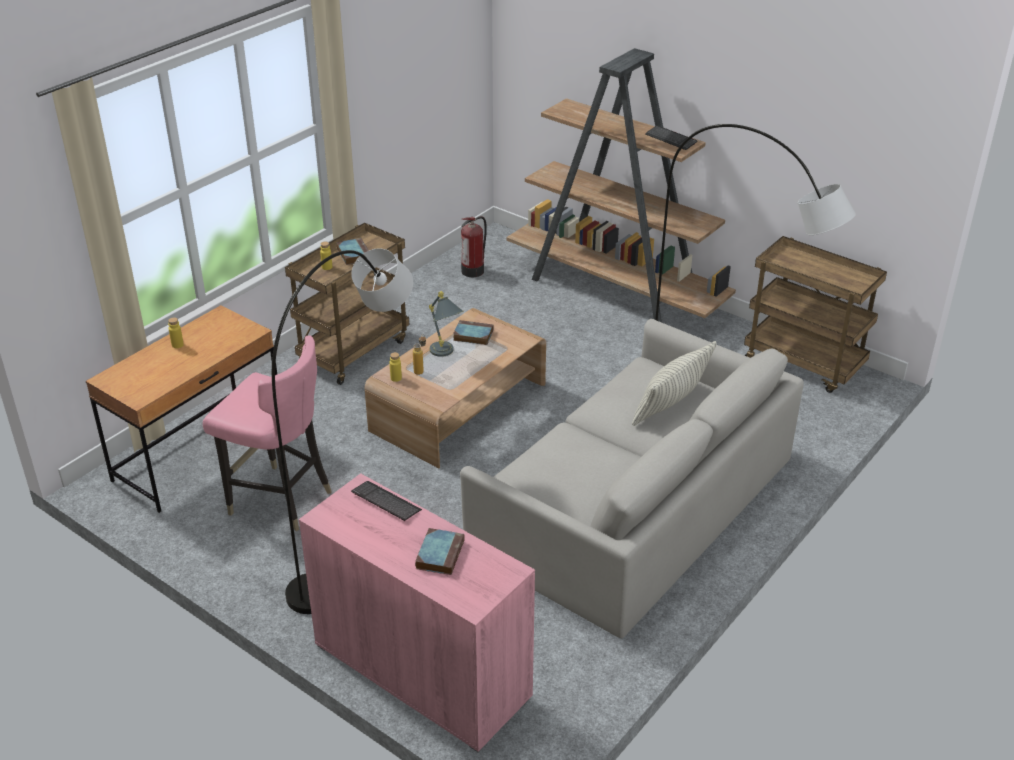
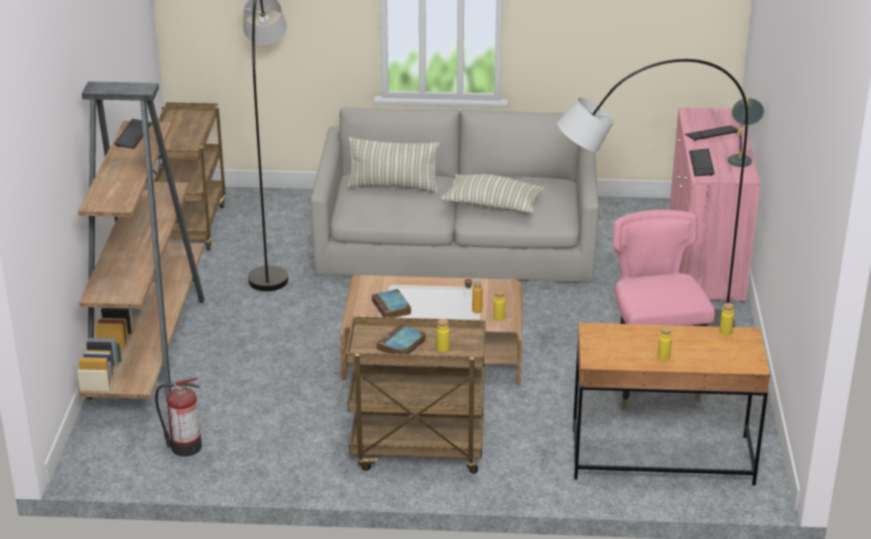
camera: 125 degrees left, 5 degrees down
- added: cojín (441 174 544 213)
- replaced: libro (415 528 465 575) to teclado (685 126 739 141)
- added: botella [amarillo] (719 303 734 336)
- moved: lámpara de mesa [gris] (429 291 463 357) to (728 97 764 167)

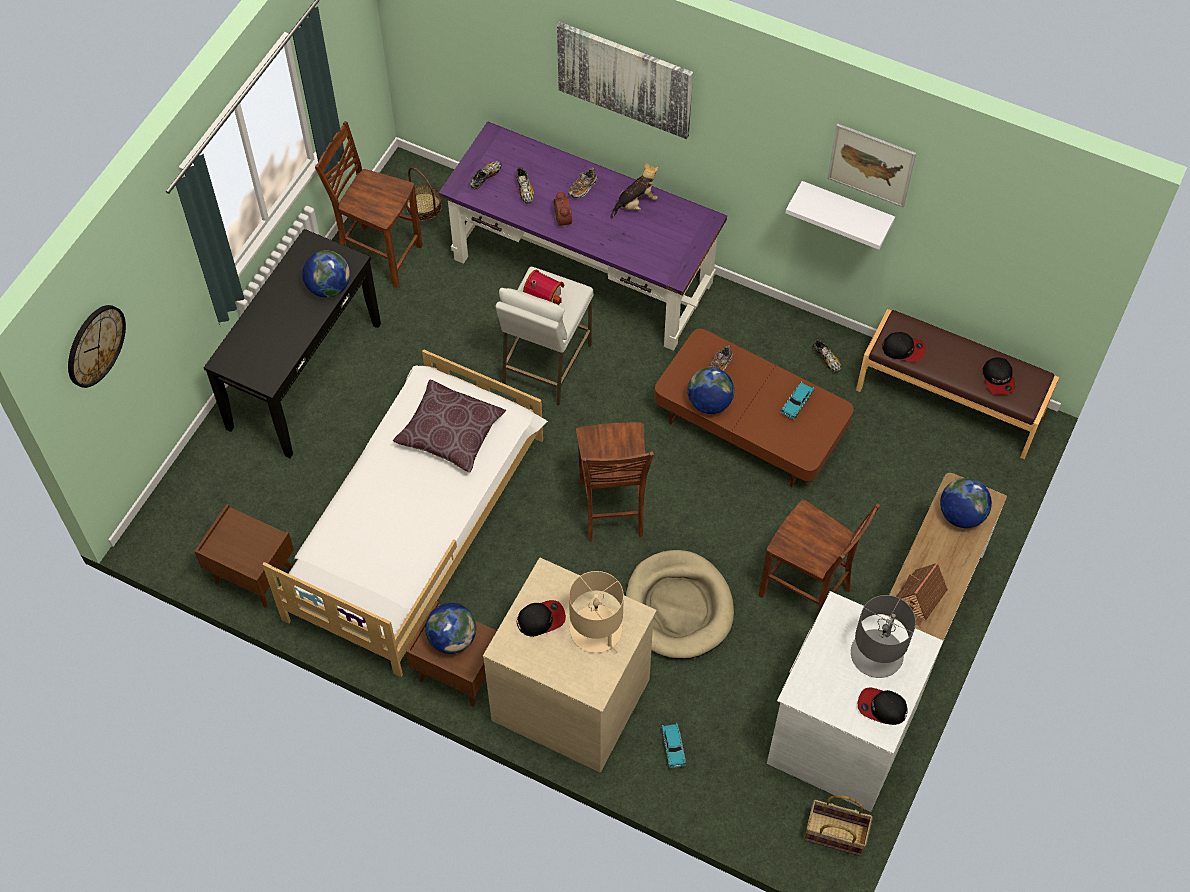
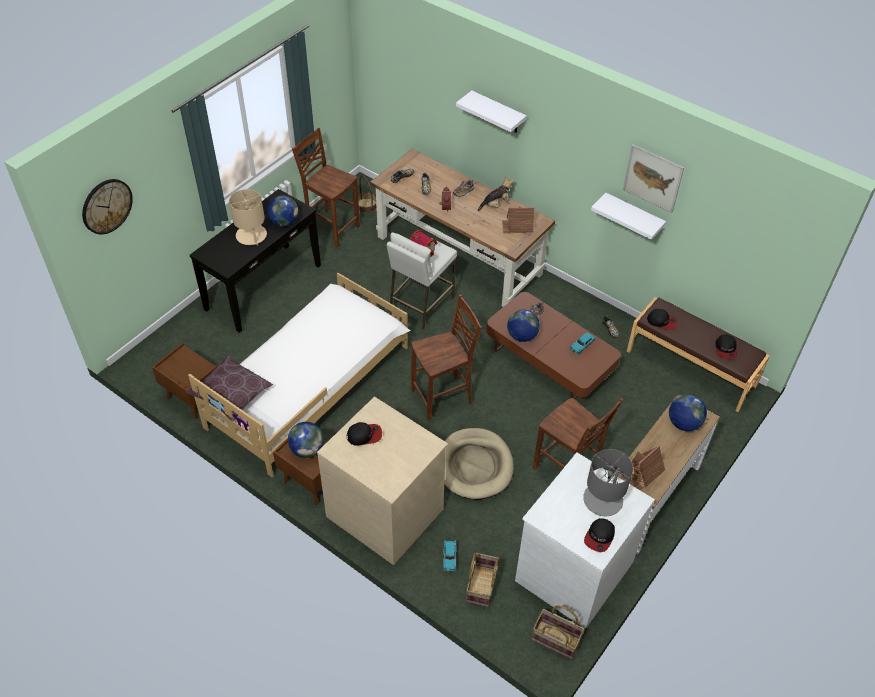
camera: 10 degrees right, 10 degrees down
- moved: cojín [marrón] (393 380 506 472) to (187 356 273 422)
- moved: lámpara de mesa [beis] (569 571 624 653) to (229 189 267 246)
- recoloured: escritorio [morado] (439 121 727 351) to escritorio [marrón] (370 149 555 307)
- turned: silla [marrón] (576 422 654 542) = (411 294 482 421) 120 degrees counterclockwise
- replaced: cuadro (557 22 693 139) to estante [blanco] (456 90 526 133)
- added: cesta (466 553 499 607)
- added: casita (502 206 535 234)
- turned: gorra (858 687 908 725) = (584 518 615 552) 90 degrees counterclockwise

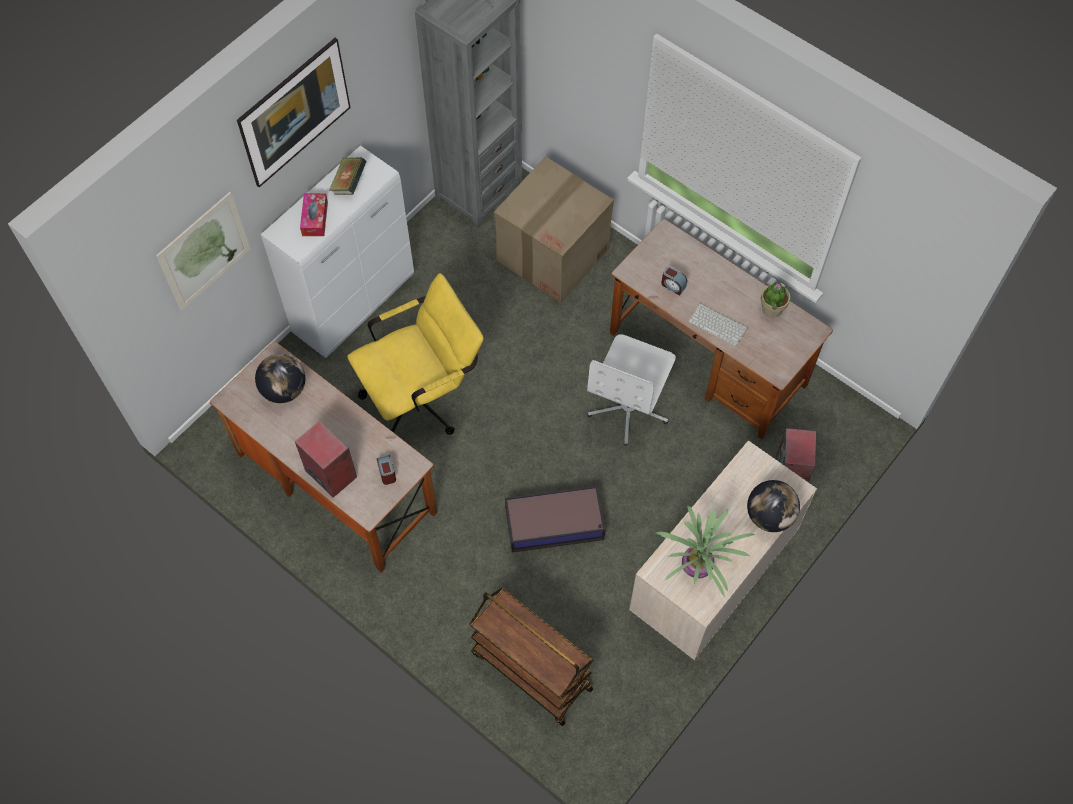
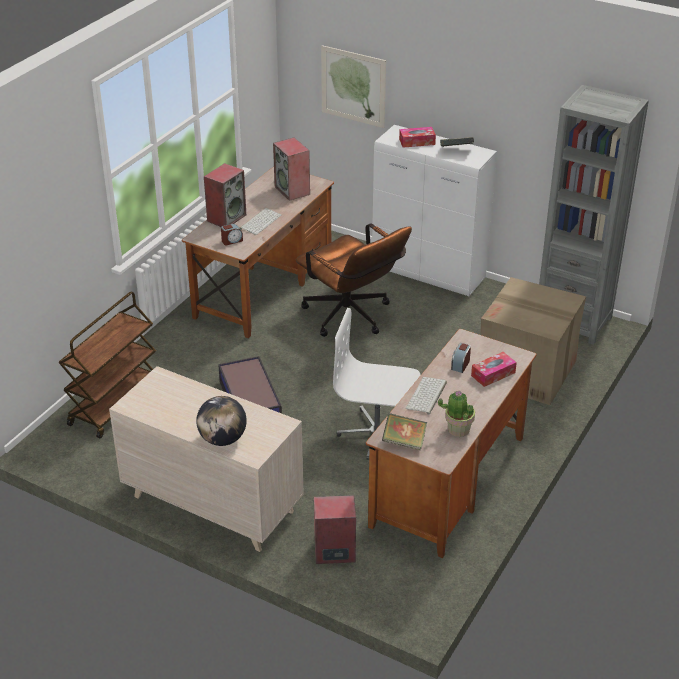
camera: 80 degrees right, 25 degrees down
- added: teclado (240 208 281 235)
- replaced: globo terráqueo (255 354 305 403) to altavoz (273 137 310 201)
- recoloured: silla de oficina [amarillo] (347 273 484 435) to silla de oficina [marrón] (296 224 412 337)
- added: libro (382 413 427 450)
- added: caja de pañuelos (471 352 517 387)
- removed: cuadro (237 38 351 187)
- removed: planta en maceta (656 505 755 597)

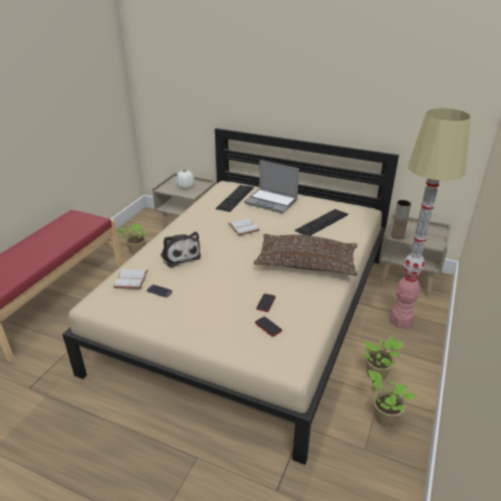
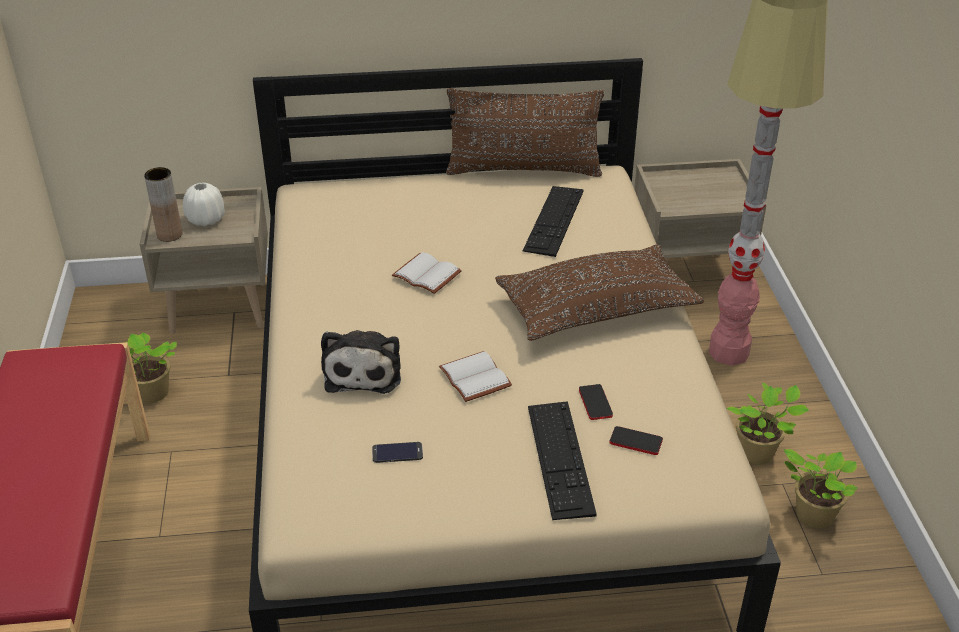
camera: 30 degrees left, 5 degrees up
- moved: florero [marrón] (391 200 411 239) to (144 167 182 242)
- turned: peluche (160 232 201 267) = (321 330 401 394) 60 degrees clockwise
- moved: libro [blanco] (113 269 148 289) to (439 351 512 402)
- added: cojín [marrón] (446 88 605 177)
- moved: teclado (215 185 254 212) to (528 401 597 520)
- removed: portátil (244 160 299 213)

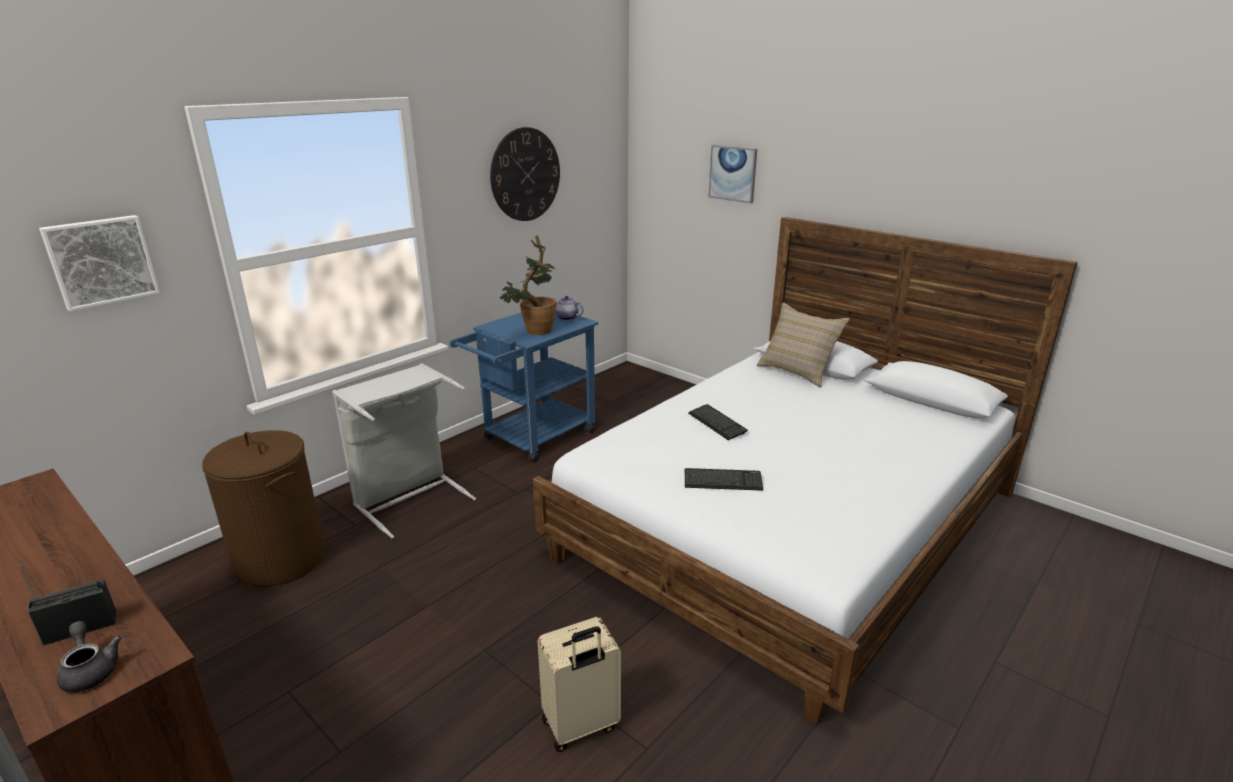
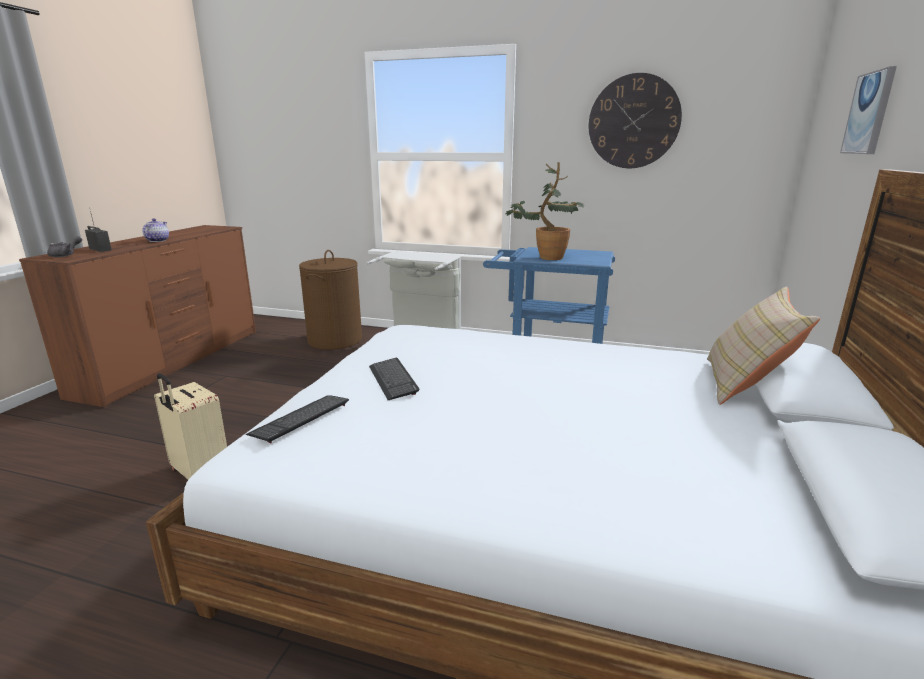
camera: 65 degrees right, 5 degrees down
- moved: tetera (554 296 584 321) to (143 219 169 242)
- moved: teclado (688 404 748 440) to (246 395 349 444)
- removed: cuadro (39 215 160 311)

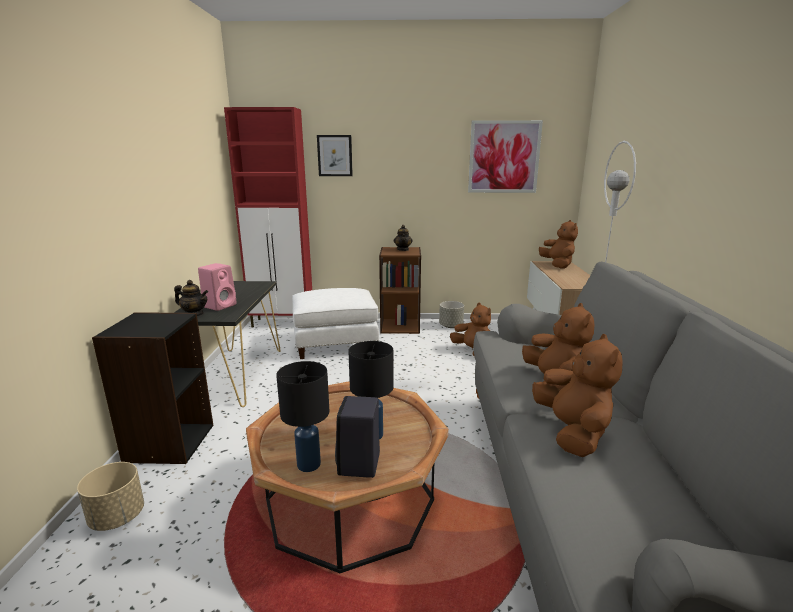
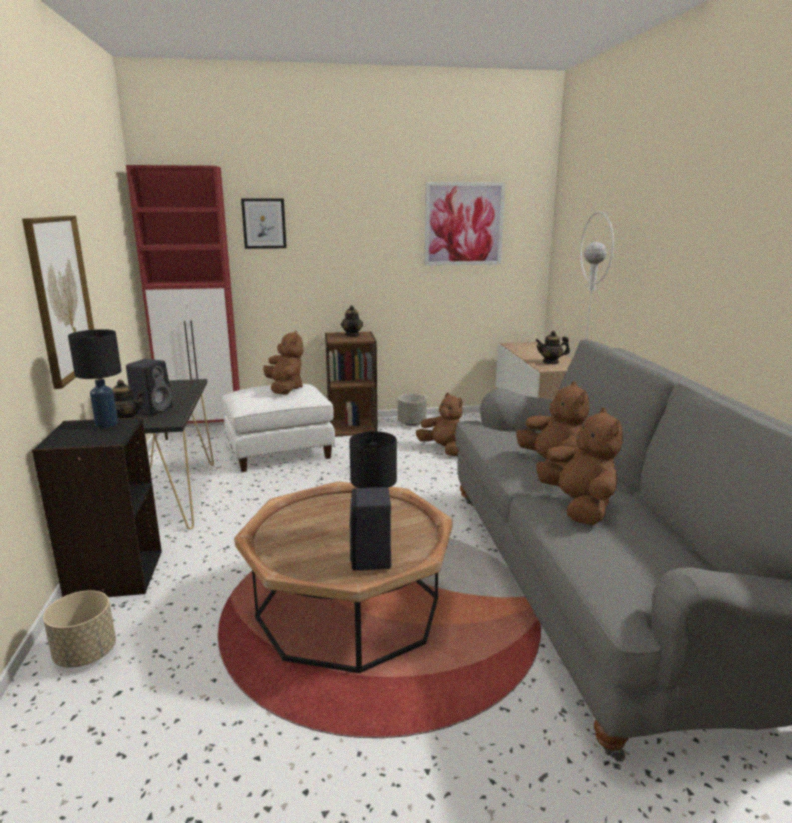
camera: 10 degrees left, 0 degrees up
- added: cuadro (22 216 94 389)
- moved: lámpara de mesa [negro] (276 361 329 472) to (68 329 121 428)
- recoloured: altavoz [rosa] (198 263 237 311) to altavoz [negro] (126 359 173 416)
- moved: peluche [marrón] (539 220 578 268) to (263 330 303 395)
- added: tetera (535 331 570 364)

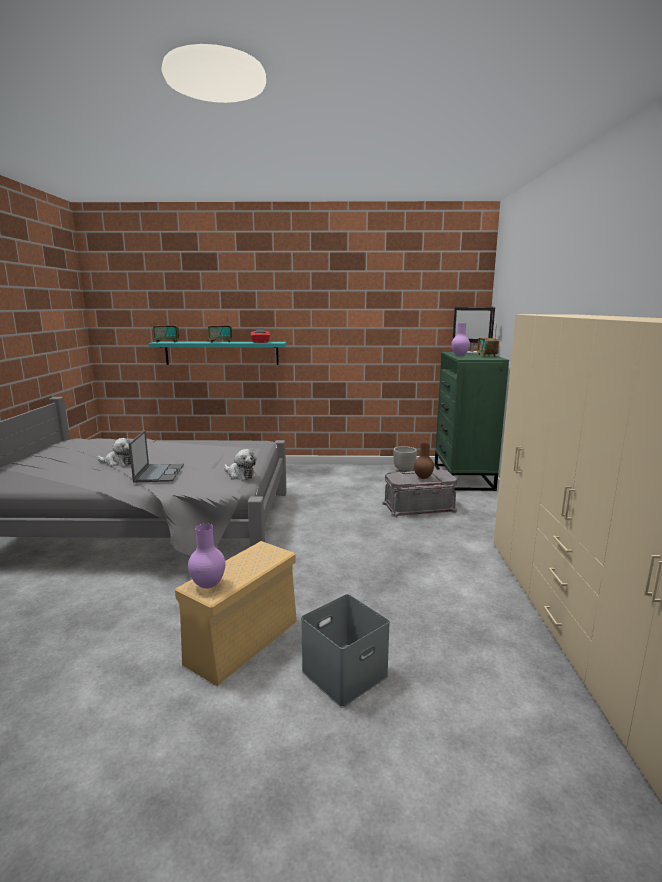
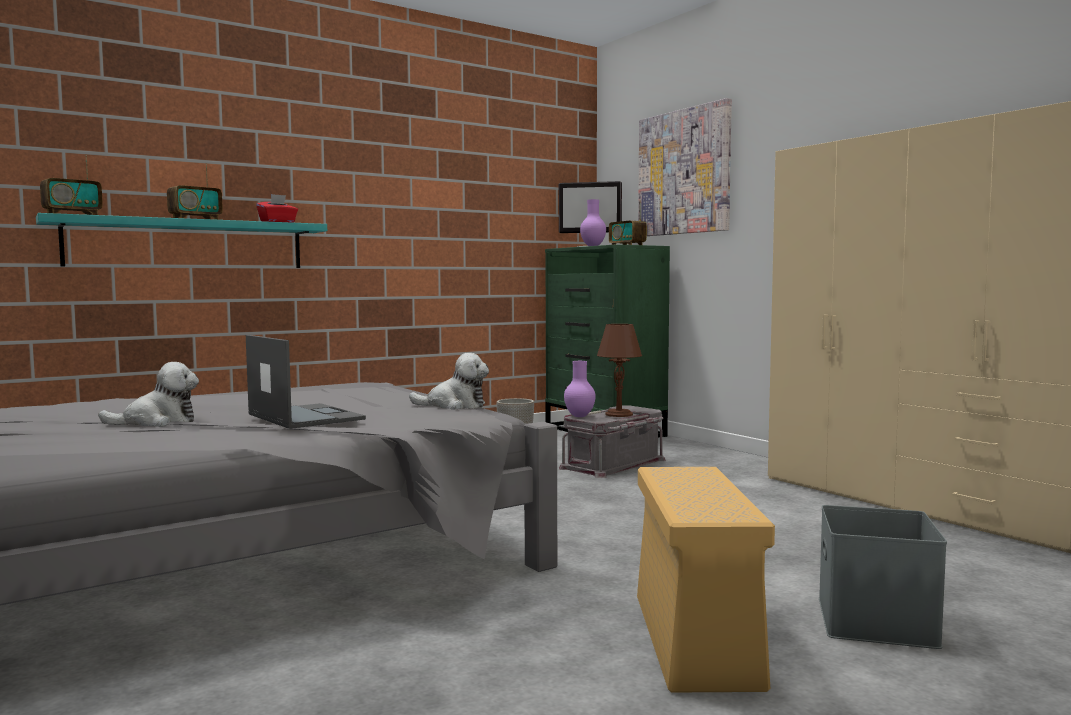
camera: 35 degrees left, 10 degrees down
- moved: florero [morado] (188 524 225 588) to (564 361 596 417)
- replaced: florero [marrón] (414 443 434 479) to lámpara de mesa [marrón] (597 324 642 417)
- added: cuadro (638 98 732 236)

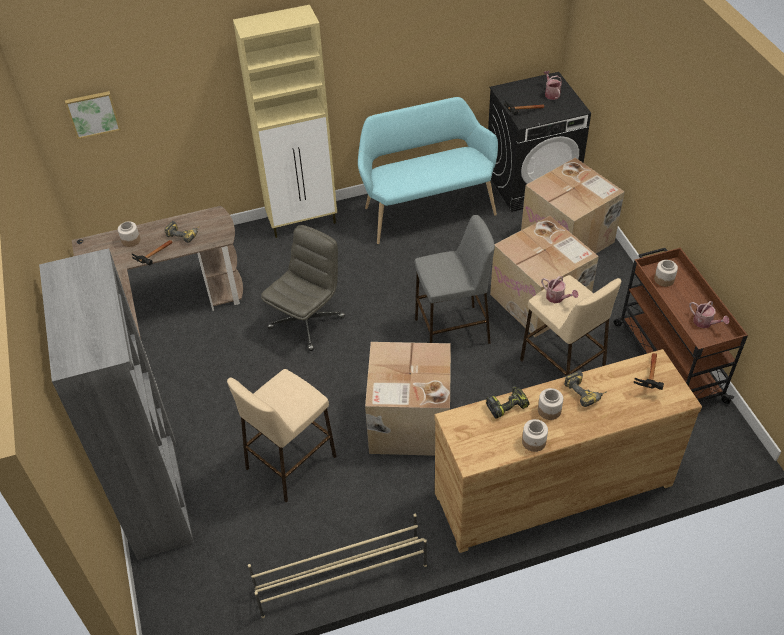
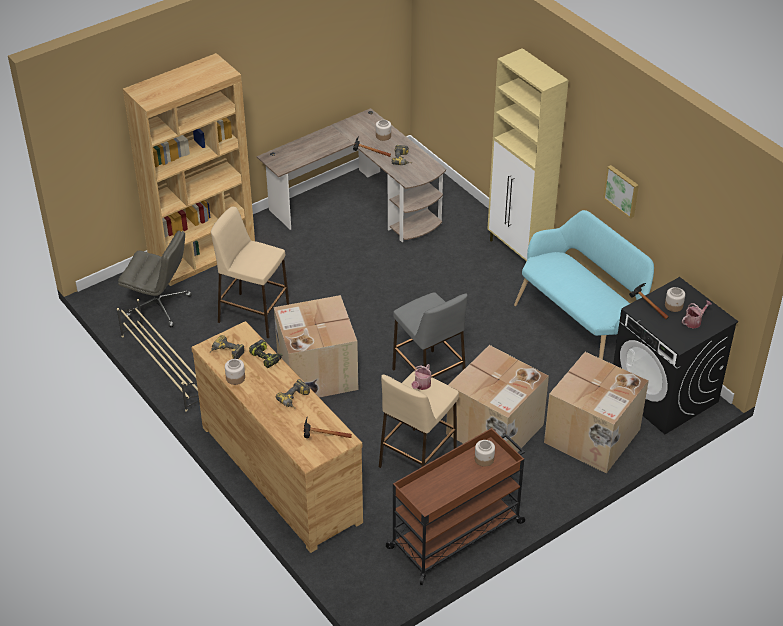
camera: 70 degrees right, 5 degrees down
- moved: silla de oficina [gris] (261 225 345 351) to (118 231 192 327)
- recoloured: estantería [gris] (39 248 194 560) to estantería [marrón] (123 53 255 286)
- added: taladro (210 335 244 359)
- moved: cuadro (65 91 121 139) to (603 165 639 219)
- moved: tarro (538 388 563 420) to (665 287 685 312)
- removed: regadera (689 301 729 328)

